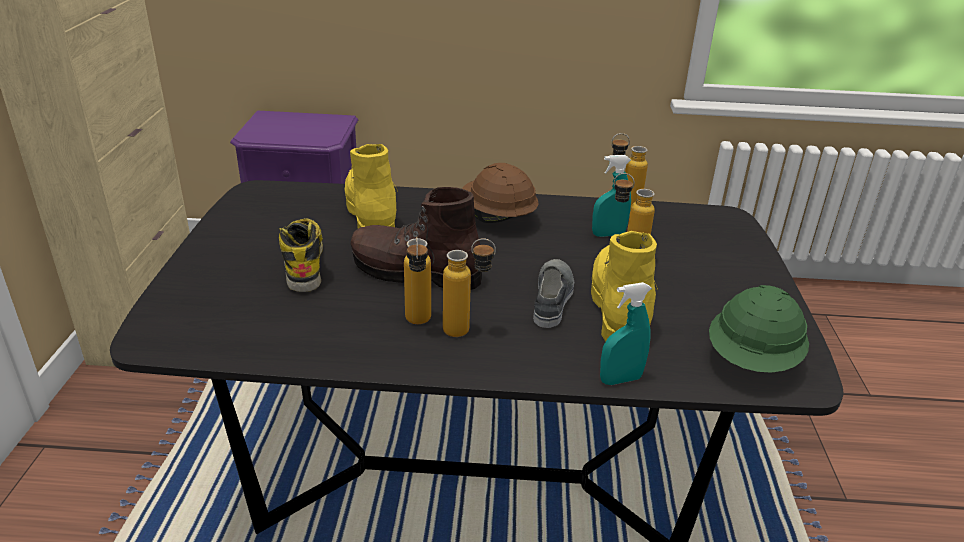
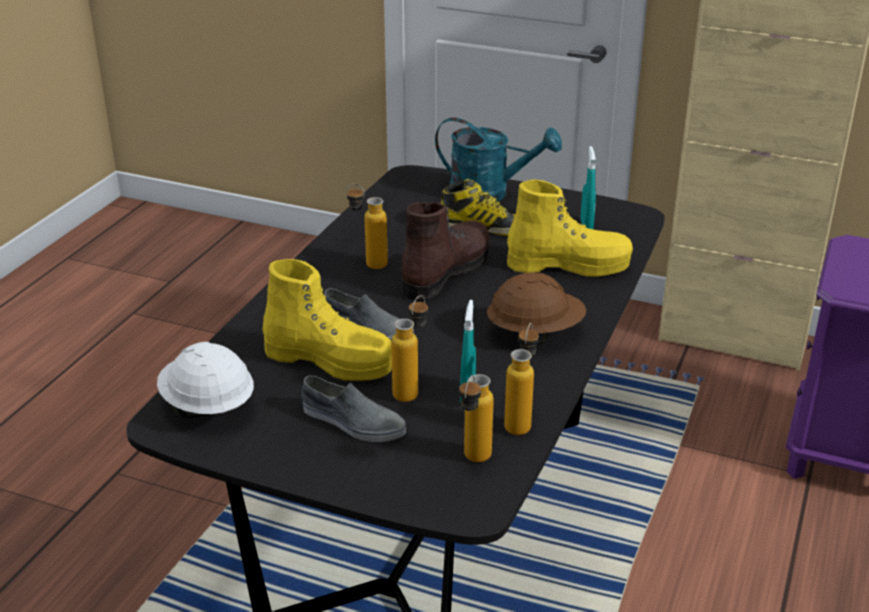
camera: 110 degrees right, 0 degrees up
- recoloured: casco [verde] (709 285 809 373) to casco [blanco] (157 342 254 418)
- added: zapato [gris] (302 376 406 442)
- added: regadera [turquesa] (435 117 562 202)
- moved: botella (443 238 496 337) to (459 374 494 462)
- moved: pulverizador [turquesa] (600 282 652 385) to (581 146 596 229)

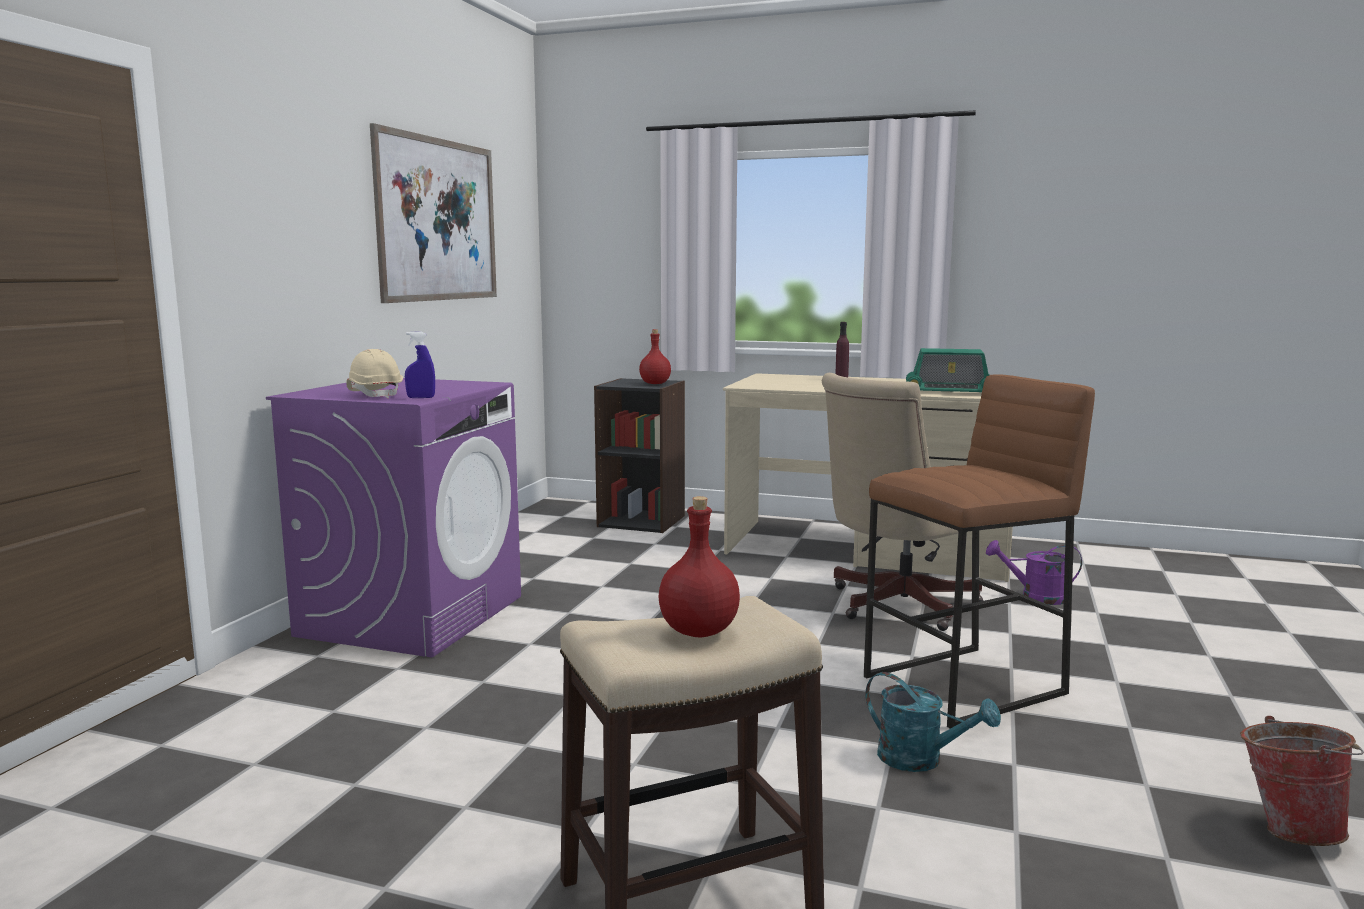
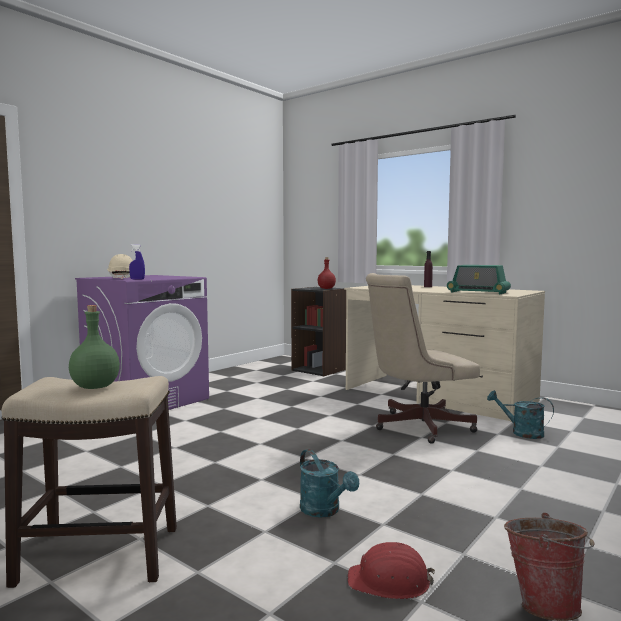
camera: 20 degrees right, 5 degrees down
- recoloured: botella [rojo] (659 496 740 638) to botella [verde] (69 305 120 389)
- added: casco [rojo] (348 542 435 599)
- recoloured: regadera [morado] (986 540 1082 605) to regadera [turquesa] (487 391 554 439)
- removed: cuadro (370 123 497 303)
- removed: taburete [marrón] (864 374 1095 729)

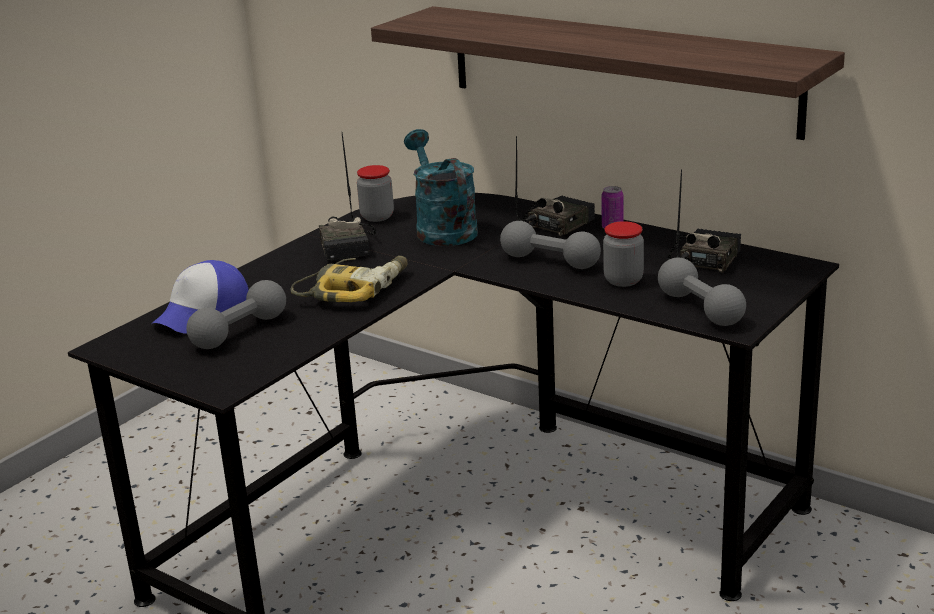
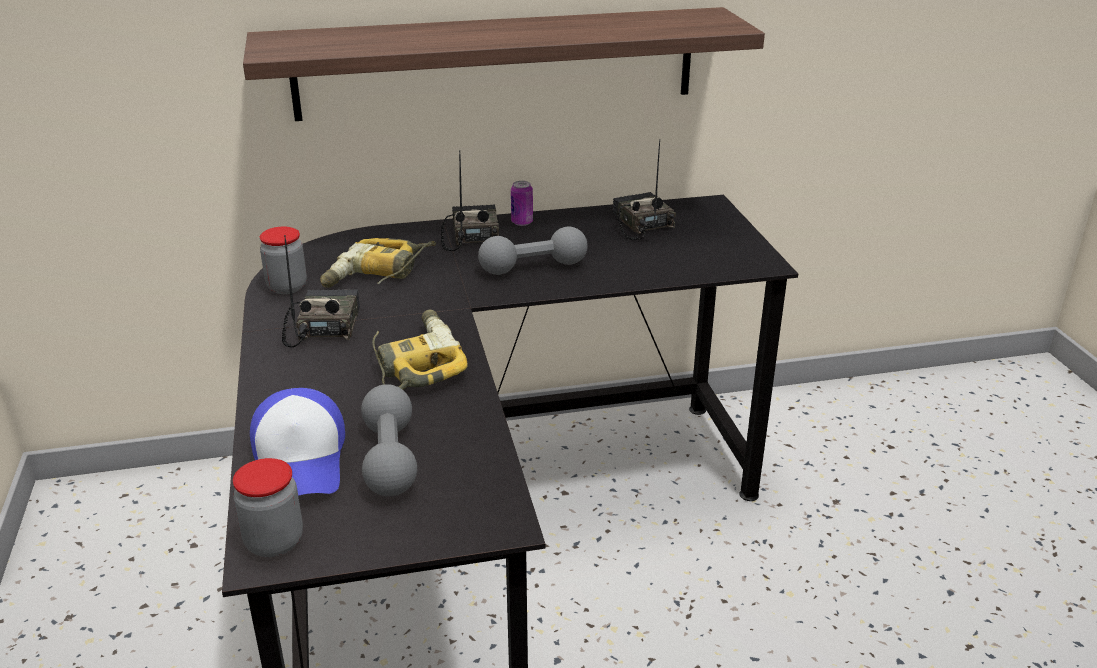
camera: 50 degrees left, 5 degrees up
- moved: tarro (603 221 644 287) to (233 458 303 557)
- turned: radio (319 134 376 261) = (282 235 360 348) 120 degrees counterclockwise
- replaced: regadera [turquesa] (404 129 478 246) to taladro (320 238 436 288)
- removed: mancuerna [gris] (658 257 746 326)

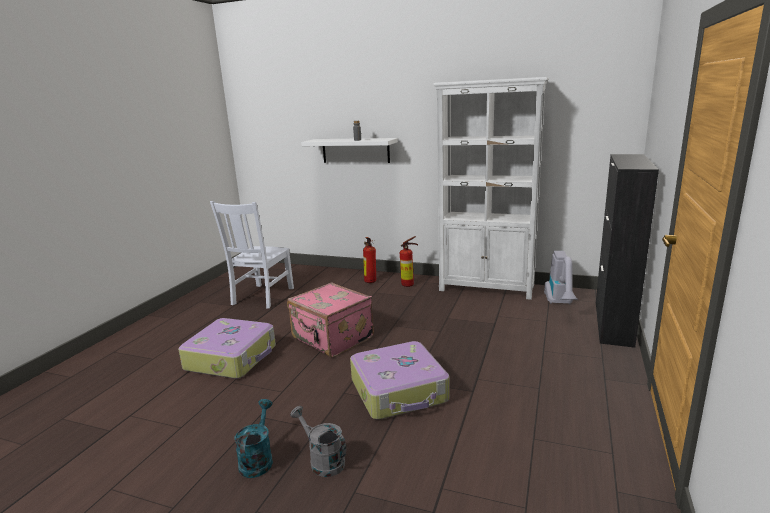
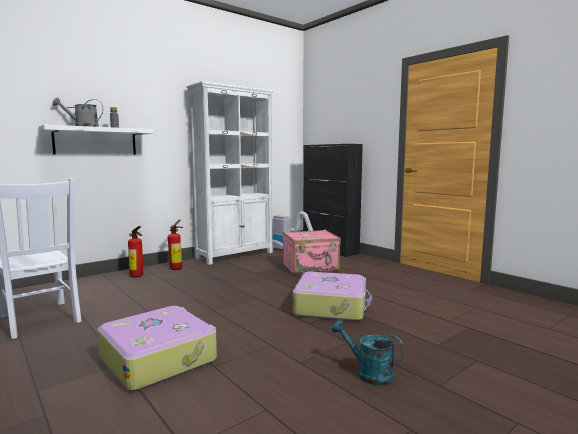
camera: 60 degrees left, 10 degrees down
- moved: regadera [gris] (290 406 346 477) to (53 97 103 127)
- moved: maleta [rosa] (287 282 374 357) to (282 230 341 274)

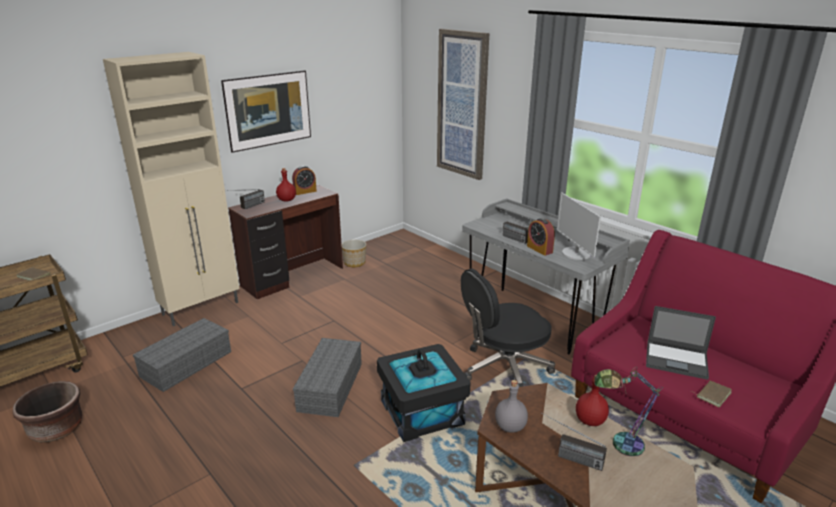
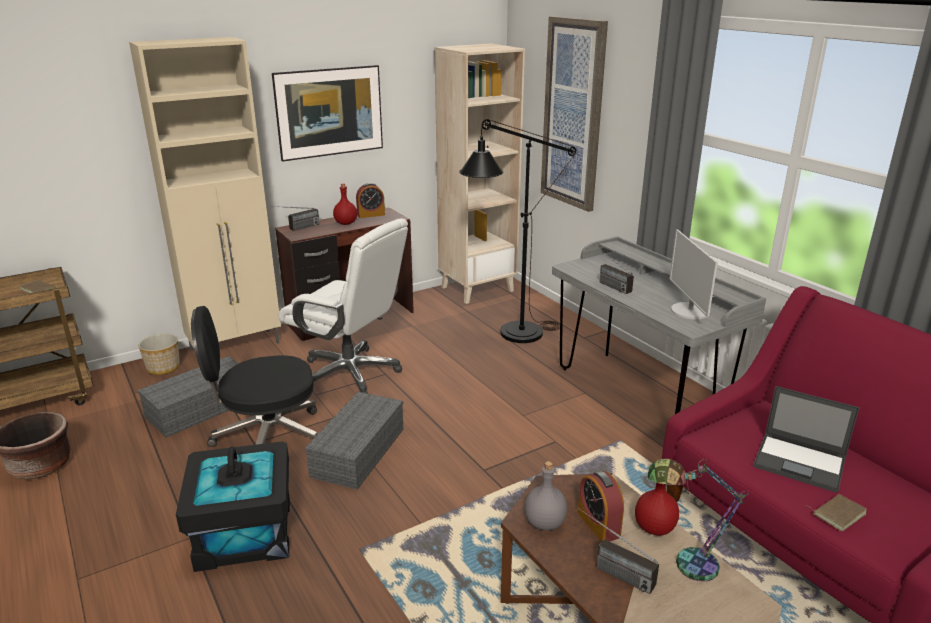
camera: 10 degrees right, 0 degrees up
- moved: maceta (342 240 366 267) to (138 334 180 375)
- moved: caja de almacenaje [negro] (377 344 471 442) to (176 441 290 572)
- moved: silla de oficina [negro] (461 268 555 387) to (191 306 318 447)
- added: silla de oficina [blanco] (279 218 408 394)
- added: estantería [beis] (435 43 525 304)
- added: lámpara de pie [negro] (459 119 576 343)
- moved: despertador (527 218 555 255) to (578 471 624 542)

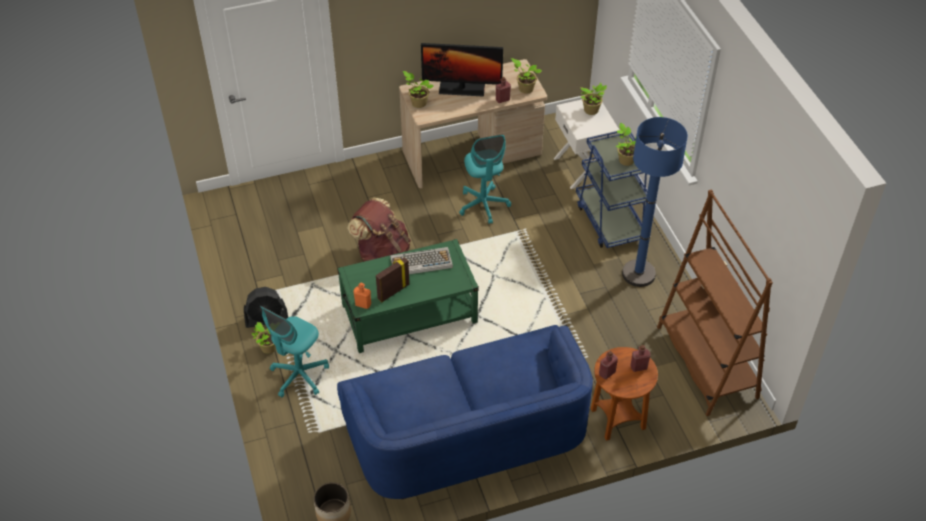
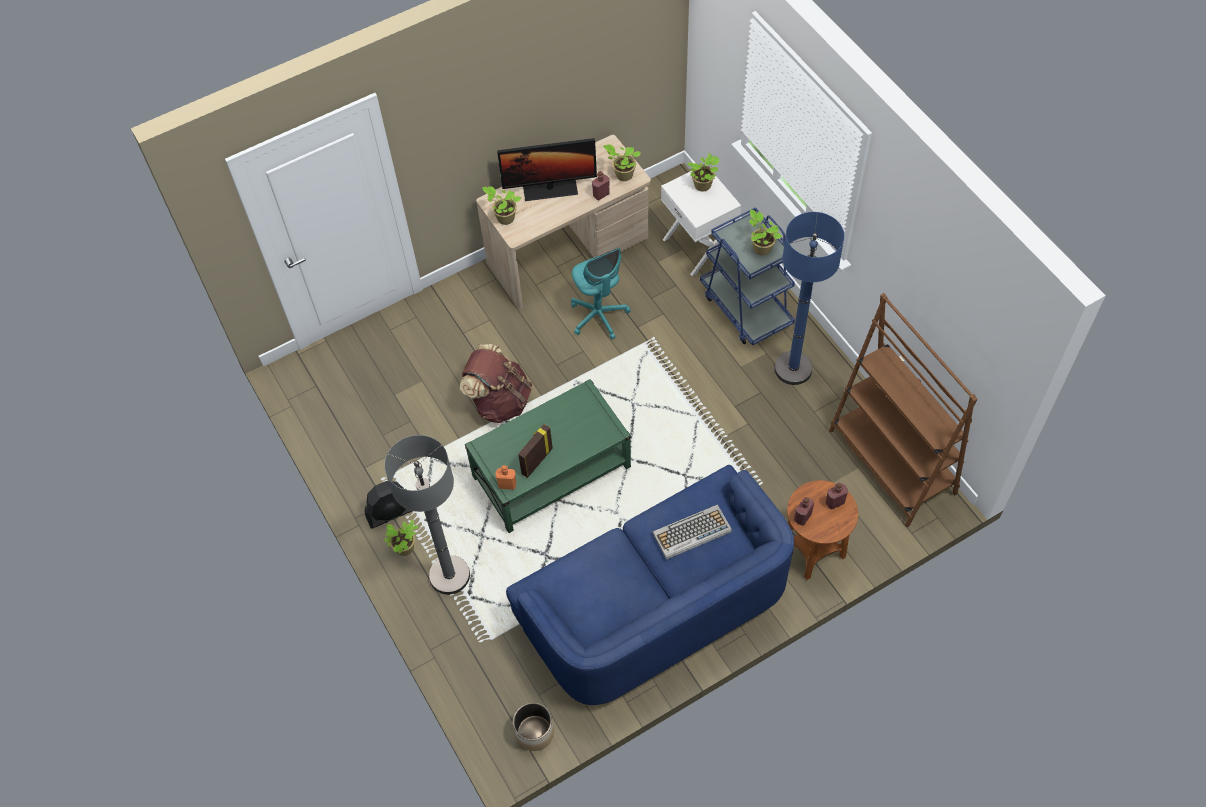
camera: 10 degrees left, 10 degrees up
- replaced: silla de oficina [turquesa] (260 306 329 397) to lámpara de pie [gris] (384 435 470 595)
- moved: teclado (390 247 453 274) to (652 505 732 560)

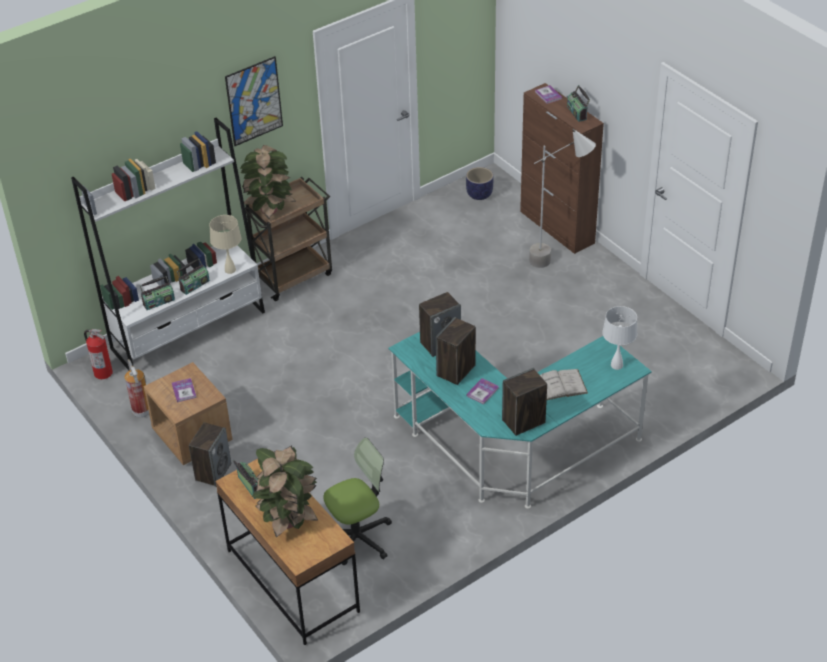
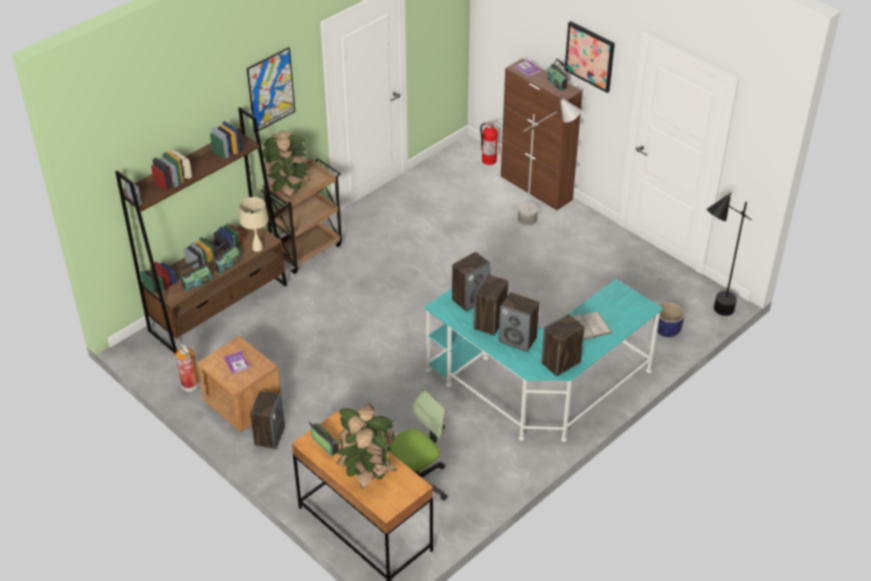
camera: 10 degrees left, 0 degrees up
- recoloured: estantería [blanco] (71 118 265 371) to estantería [marrón] (115 107 287 354)
- moved: extintor (84 329 113 379) to (480 121 500 165)
- replaced: libro (466 378 499 405) to altavoz (499 292 539 352)
- added: cuadro (565 21 615 93)
- moved: maceta (466 167 493 200) to (654 303 685 337)
- added: lámpara de pie [negro] (707 193 752 316)
- removed: lámpara de mesa [blanco] (602 306 637 370)

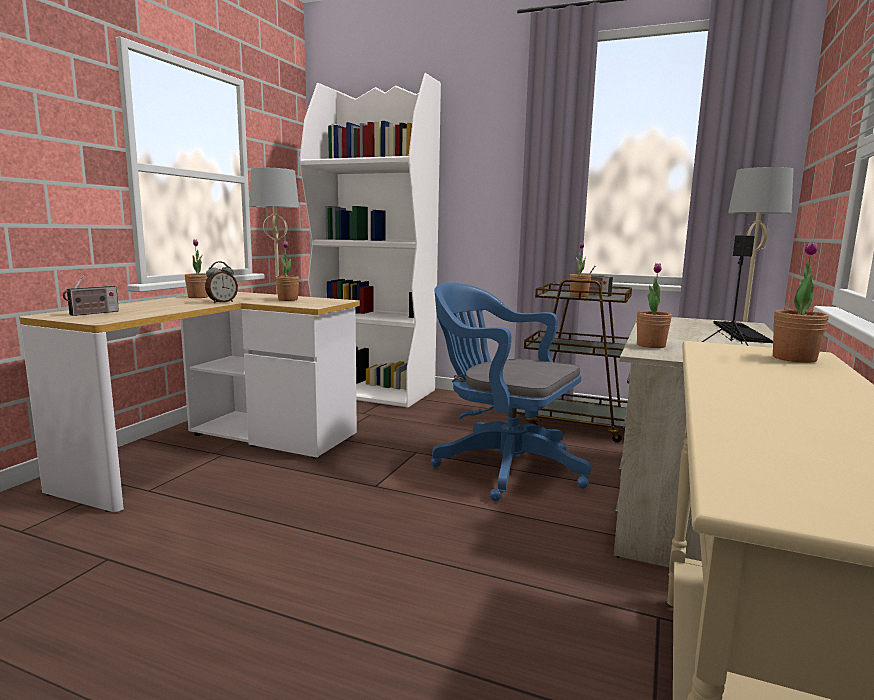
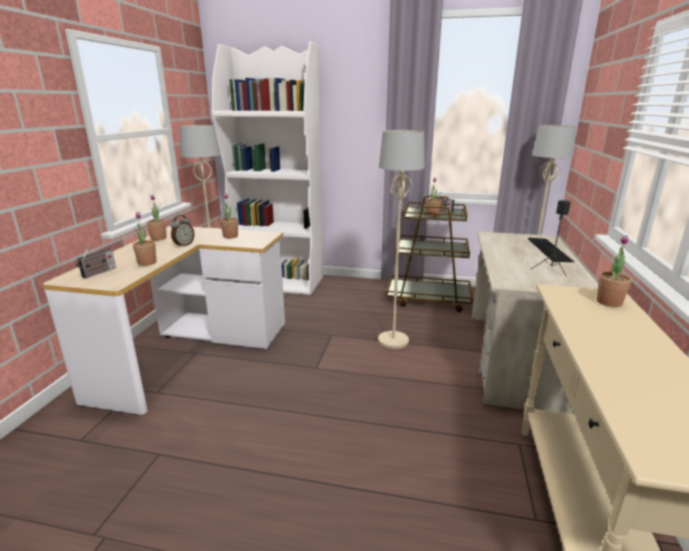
camera: 10 degrees left, 10 degrees up
- moved: planta en maceta (637 263 672 348) to (133 212 156 266)
- replaced: silla de oficina [azul] (431 283 591 501) to lámpara de pie [beis] (378 130 425 349)

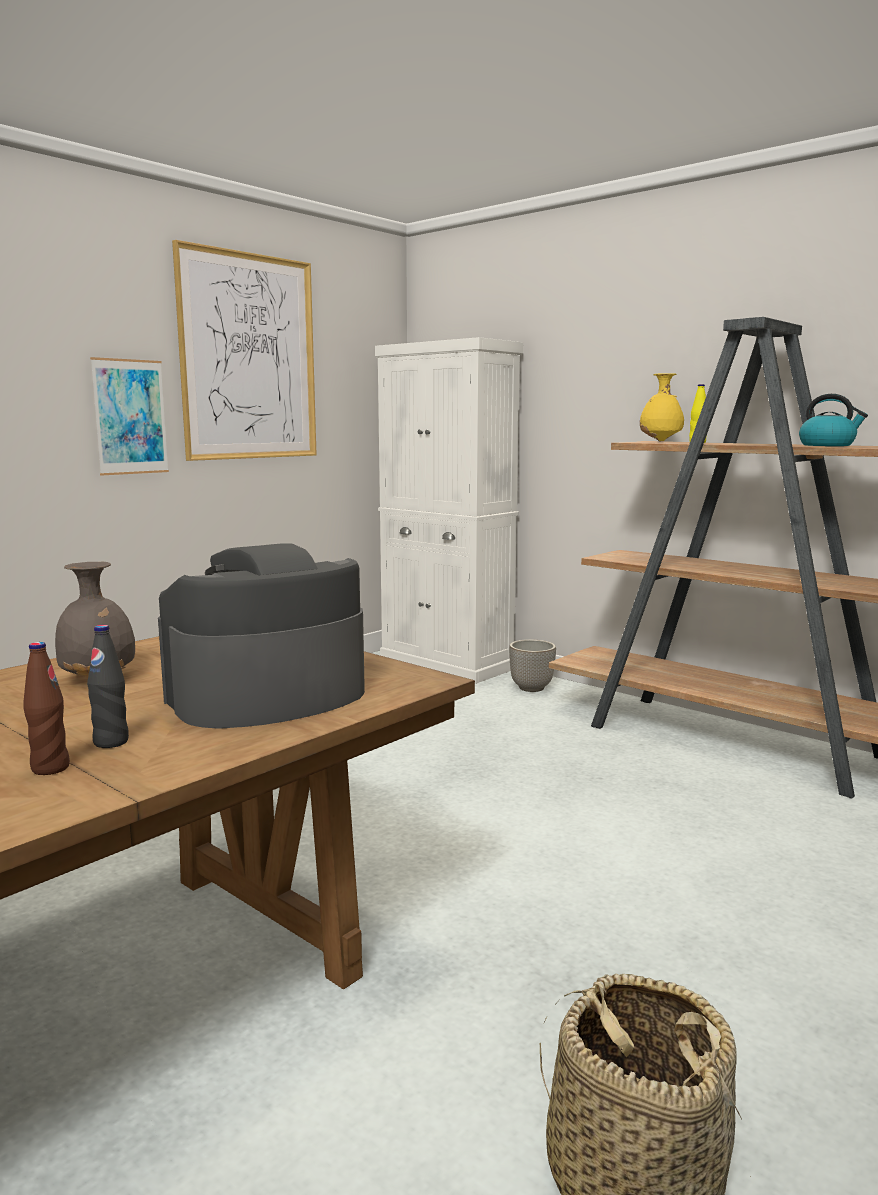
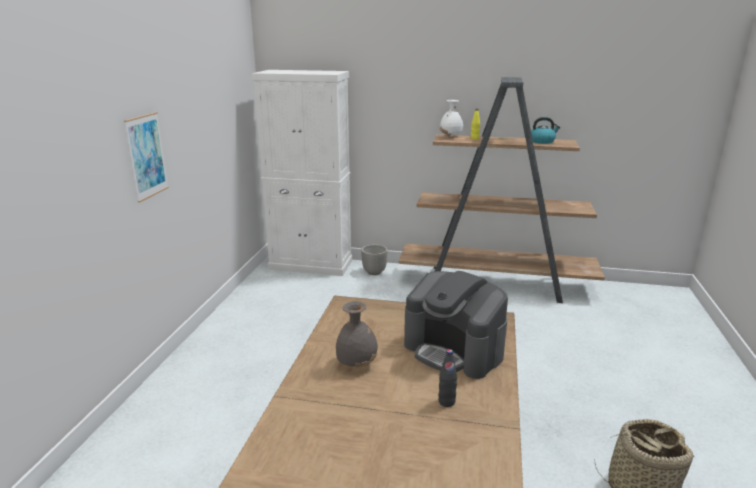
camera: 30 degrees left, 10 degrees up
- turned: cafetera (158 543 365 729) = (404 271 508 379) 75 degrees counterclockwise
- recoloured: florero [amarillo] (640 373 684 441) to florero [blanco] (440 100 463 137)
- removed: botella [marrón] (23 642 70 775)
- removed: cuadro (172 240 317 461)

